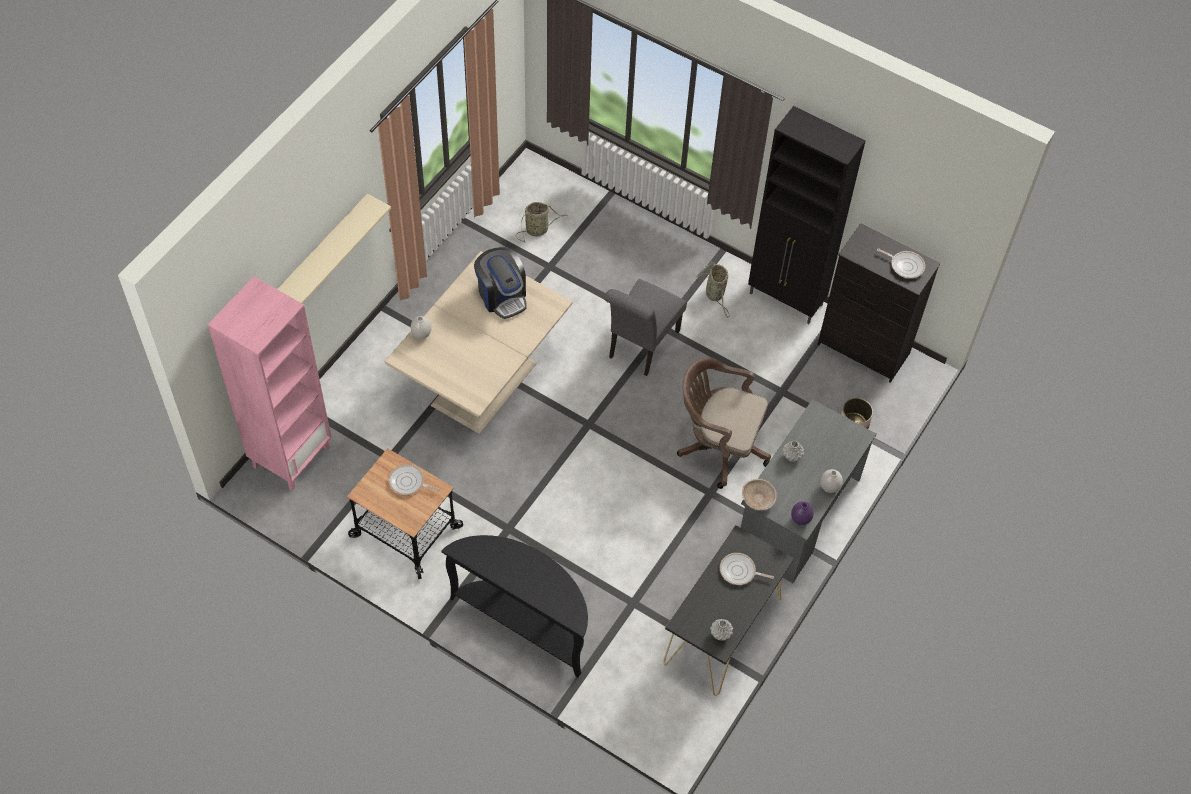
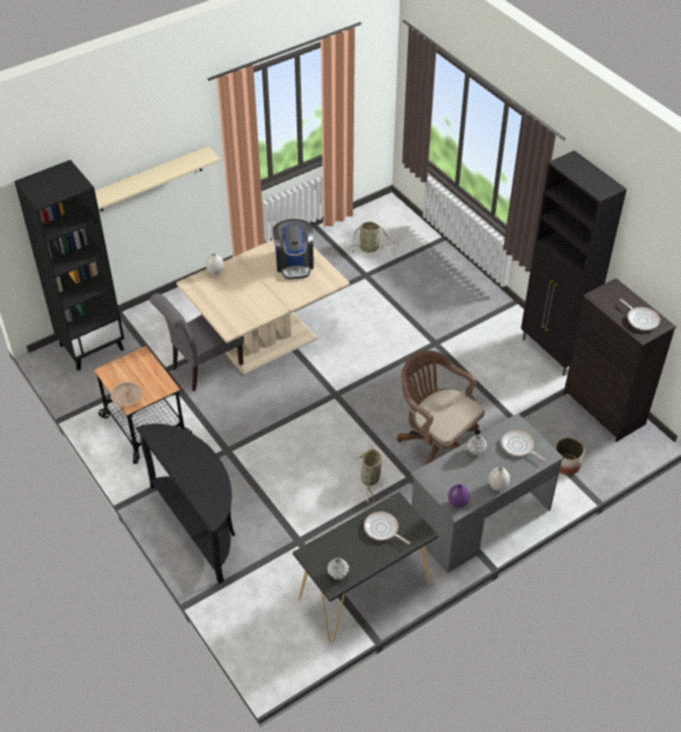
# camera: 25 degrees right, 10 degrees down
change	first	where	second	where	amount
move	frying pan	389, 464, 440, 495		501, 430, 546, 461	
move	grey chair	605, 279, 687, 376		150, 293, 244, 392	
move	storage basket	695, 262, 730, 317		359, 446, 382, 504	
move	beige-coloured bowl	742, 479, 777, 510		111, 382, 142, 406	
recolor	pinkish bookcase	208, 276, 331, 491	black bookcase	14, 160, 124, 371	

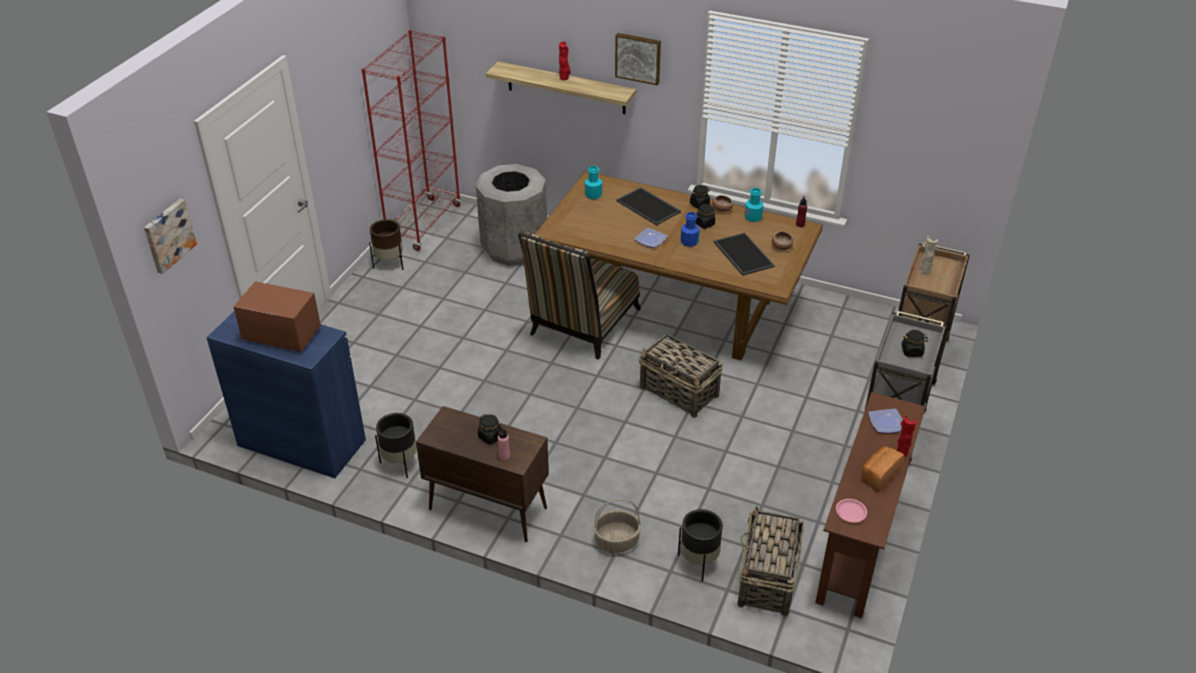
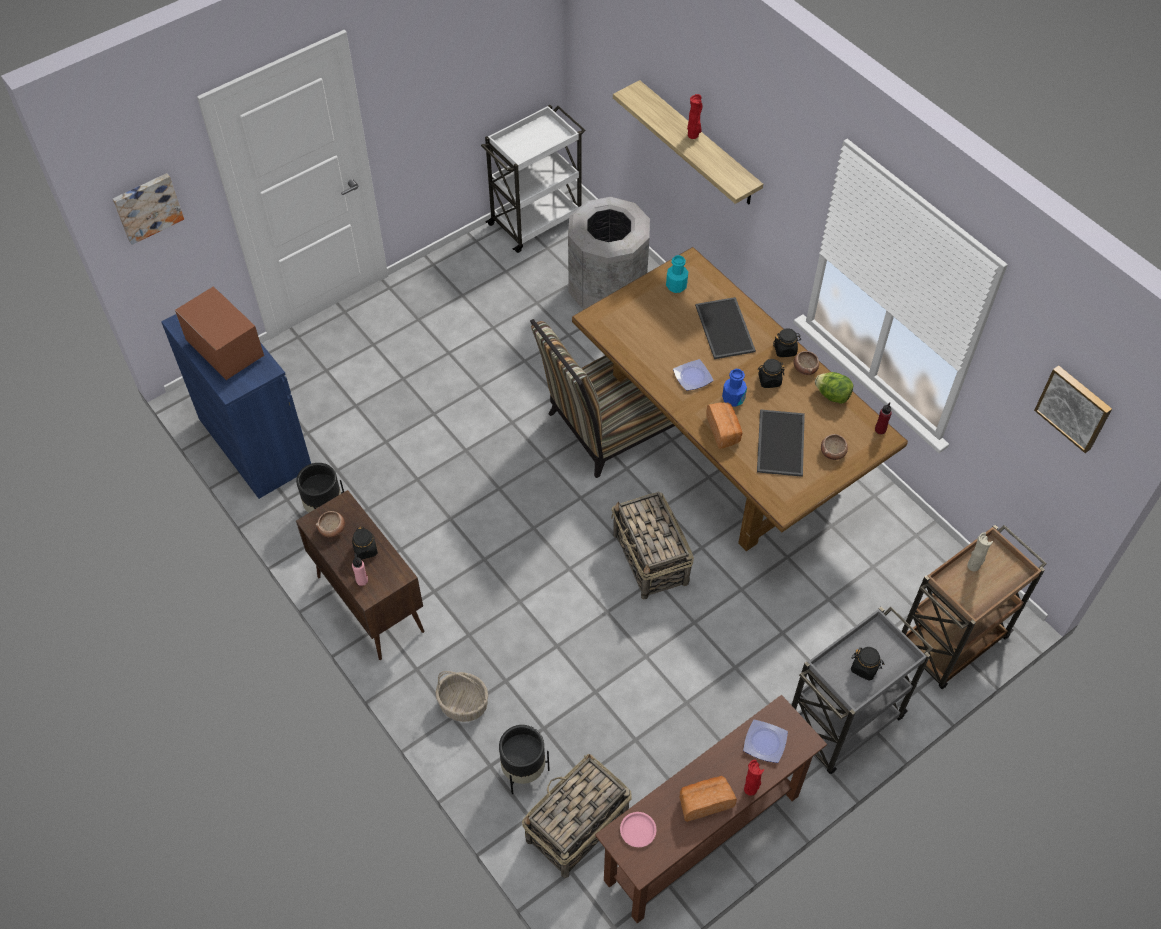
# camera: 30 degrees right, 15 degrees up
change	first	where	second	where	amount
delete	brownish plant pot	369, 219, 403, 270			
insert			bowl	316, 511, 345, 538	
insert			baked bread	706, 402, 742, 449	
move	wall picture	615, 33, 661, 85		1034, 365, 1112, 453	
replace	red bookcase	361, 30, 461, 251	white-coloured wheeled cart	481, 105, 586, 253	
replace	turquoise drink bottle	745, 188, 764, 222	head of lettuce	815, 372, 854, 404	

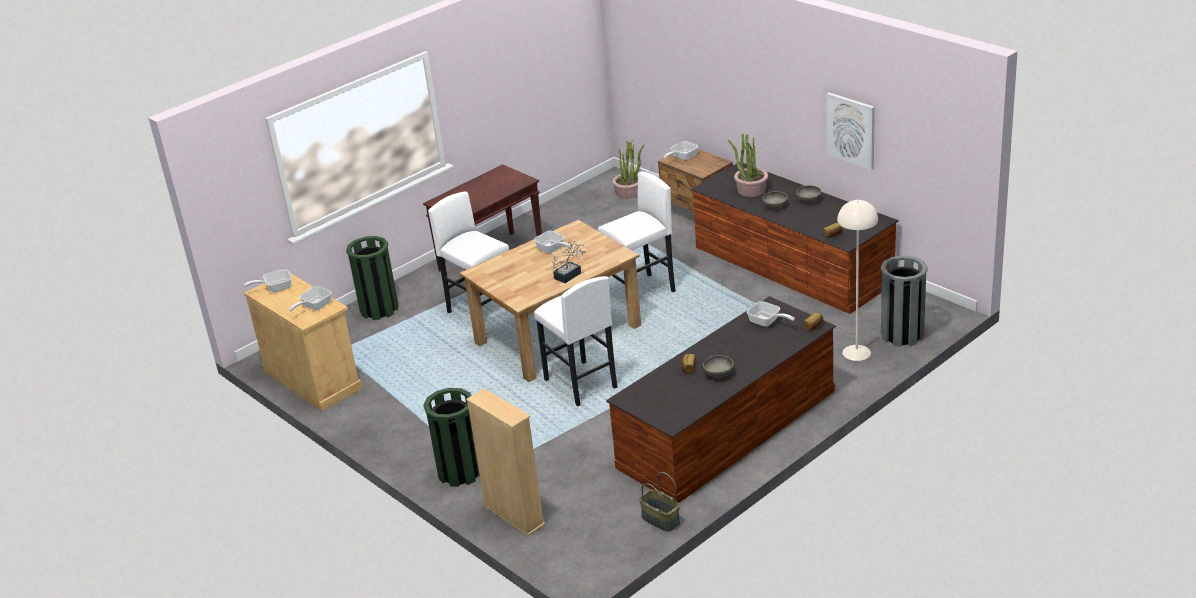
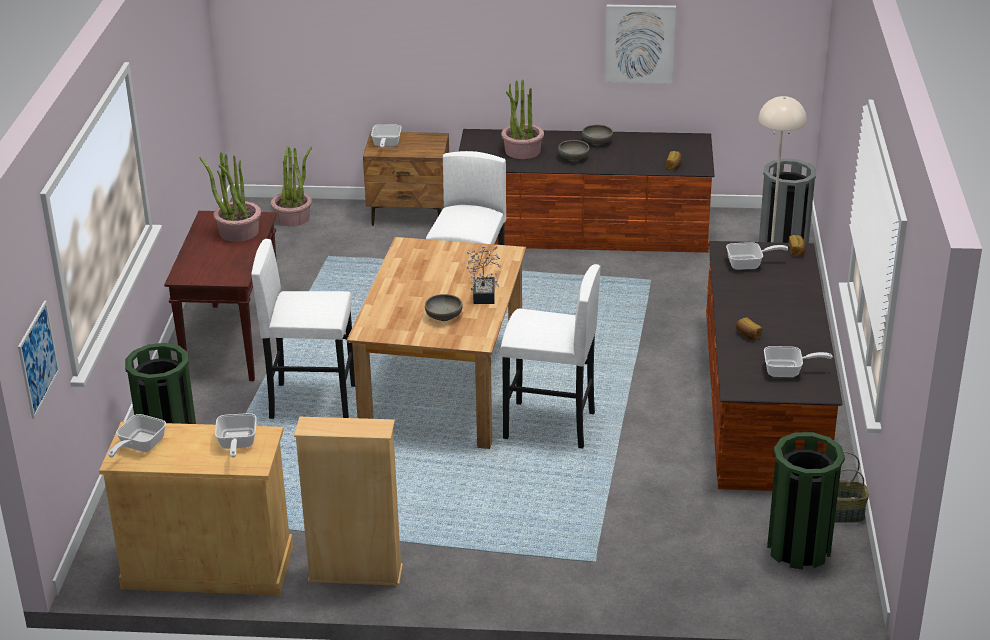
# camera: 45 degrees left, 0 degrees up
change	first	where	second	where	amount
insert			wall picture	18, 301, 59, 419	
insert			potted plant	200, 152, 261, 242	
move	green-coloured rubbish bin	423, 388, 480, 487		767, 432, 845, 569	
move	beige-coloured bookcase	466, 388, 546, 536		294, 417, 403, 586	
move	frying pan	534, 231, 572, 253		764, 346, 833, 377	
move	grey bowl	703, 355, 734, 378		425, 294, 462, 321	

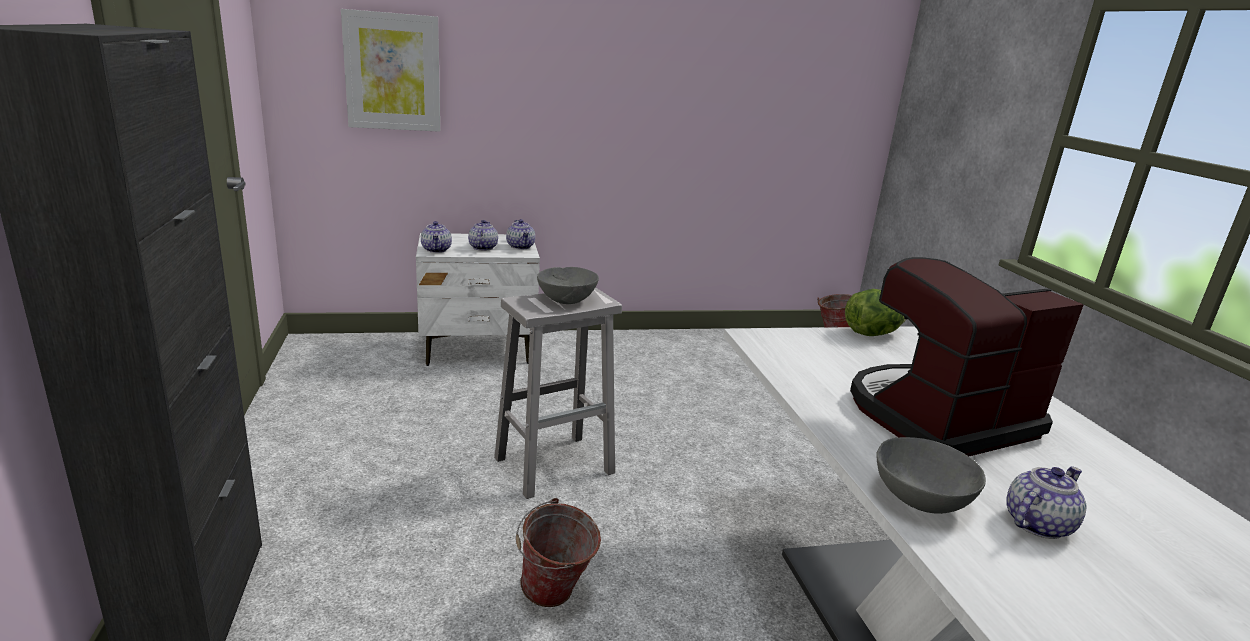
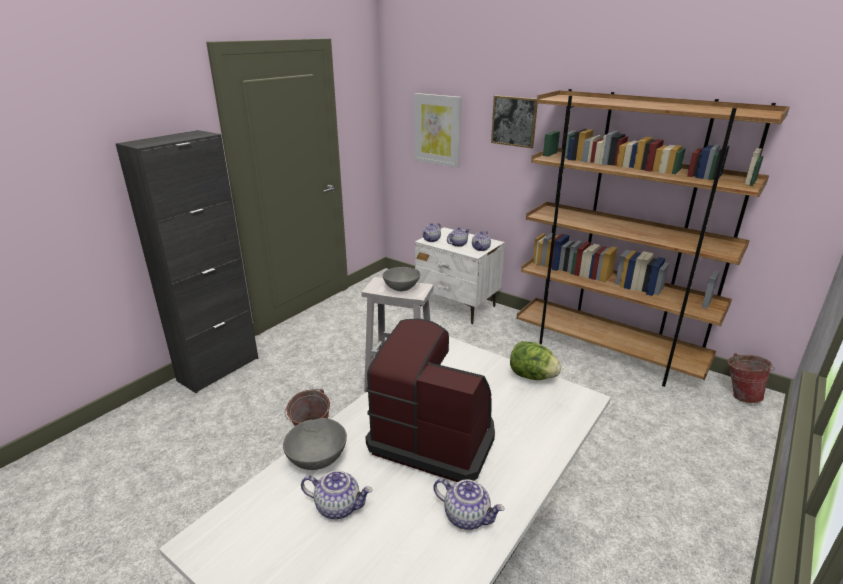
# camera: 50 degrees right, 5 degrees up
change	first	where	second	where	amount
insert			pot for tea	433, 478, 505, 530	
insert			wall picture	491, 95, 538, 148	
insert			brownish bookcase	517, 89, 790, 387	

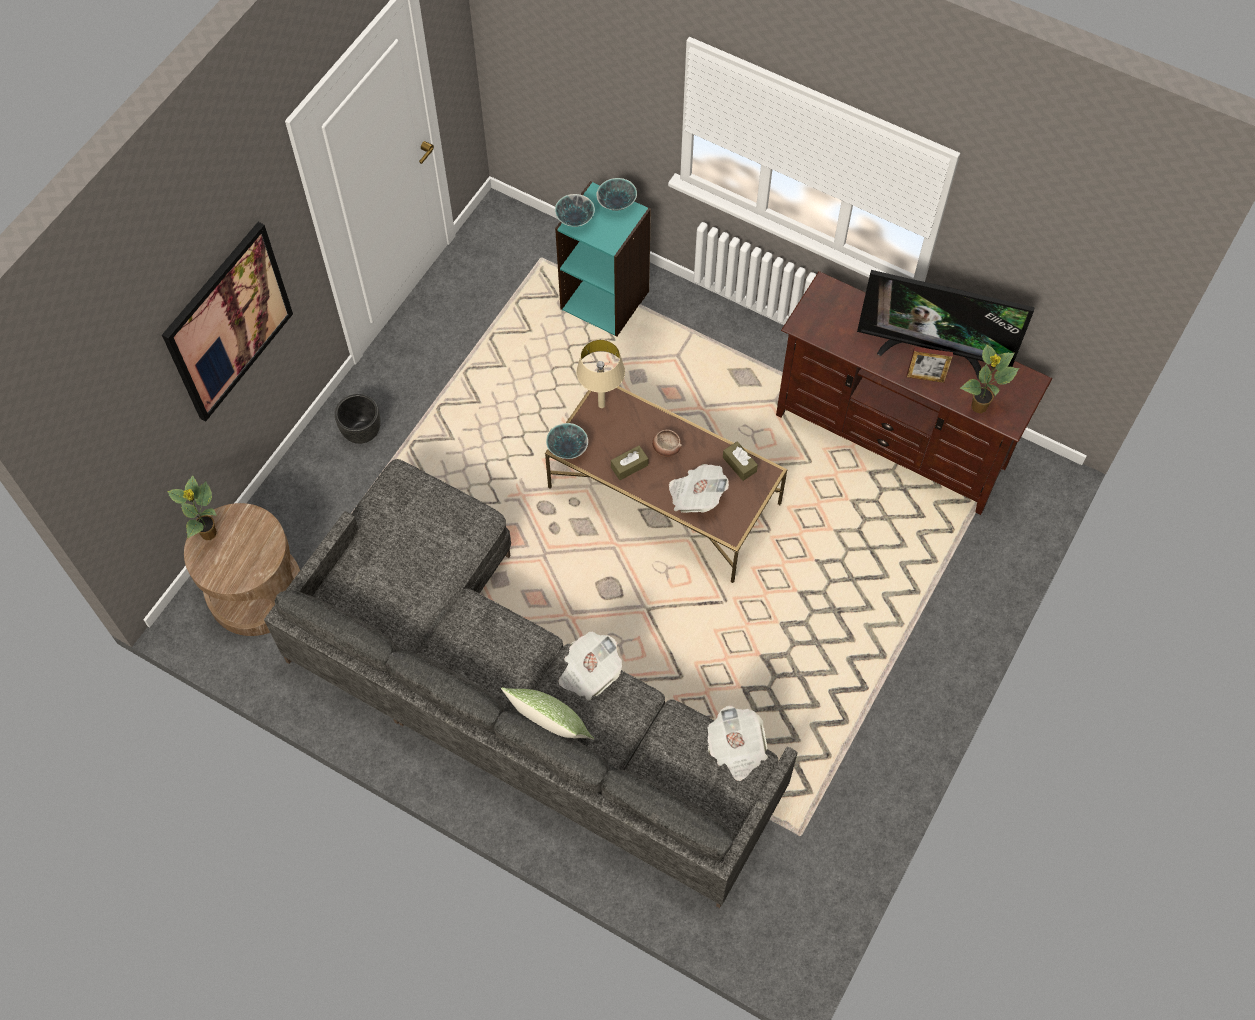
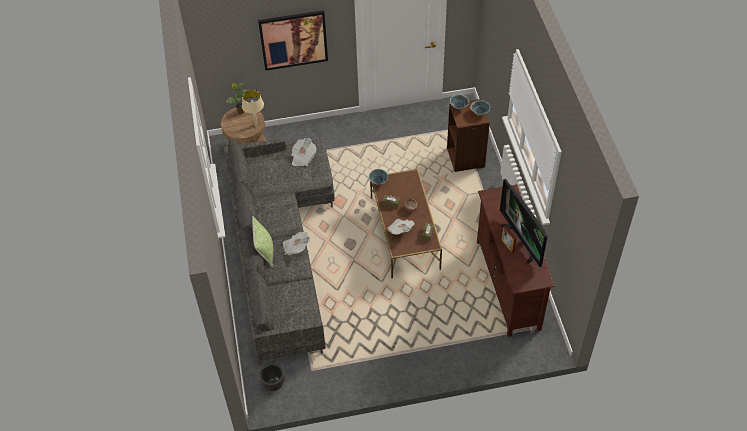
# camera: 50 degrees right, 10 degrees down
change	first	where	second	where	amount
delete	potted plant	960, 345, 1019, 413			
move	black plant pot	335, 394, 380, 444		260, 364, 284, 391	
move	beige-coloured tabletop lamp	576, 339, 625, 408		242, 90, 264, 126	
move	newspaper	707, 705, 768, 781		291, 138, 316, 166	
recolor	turquoise bookcase	555, 181, 651, 336	brownish bookcase	447, 99, 490, 172	

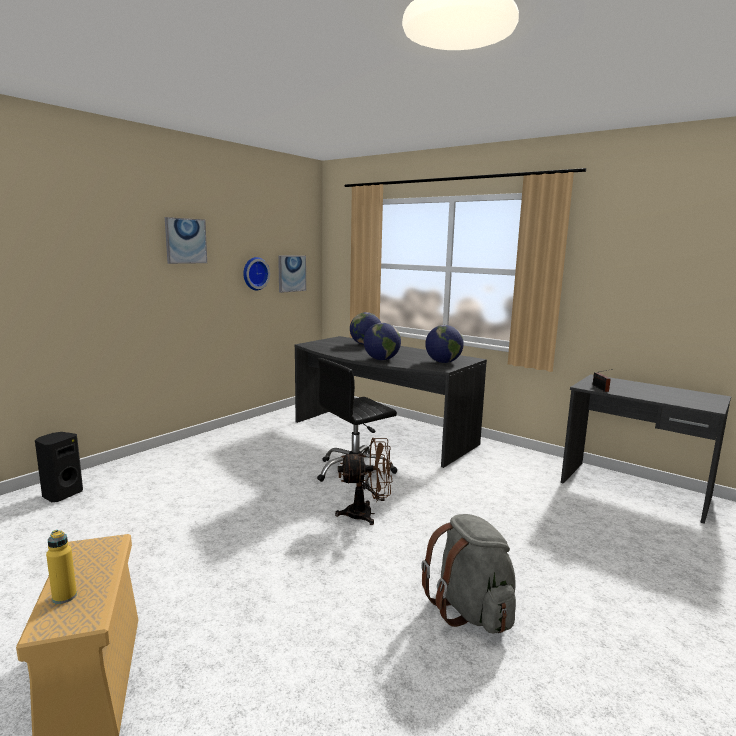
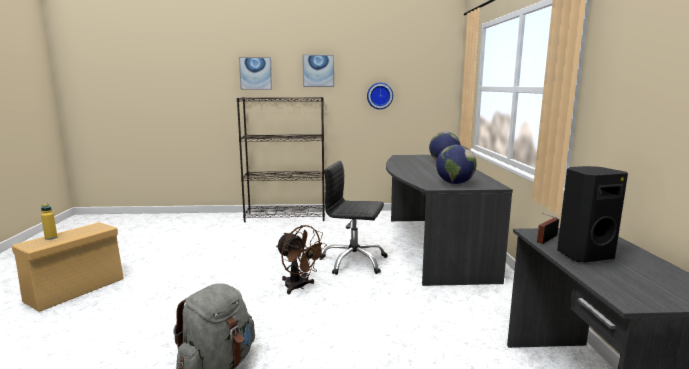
# camera: 50 degrees right, 0 degrees up
change	first	where	second	where	amount
delete	world globe	364, 323, 401, 360			
insert			black bookcase	237, 97, 325, 222	
move	black speaker	35, 432, 83, 502		557, 166, 628, 263	
move	wall picture	278, 256, 306, 293		239, 57, 272, 90	

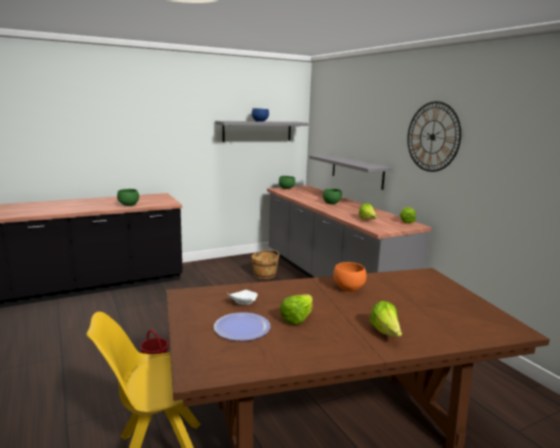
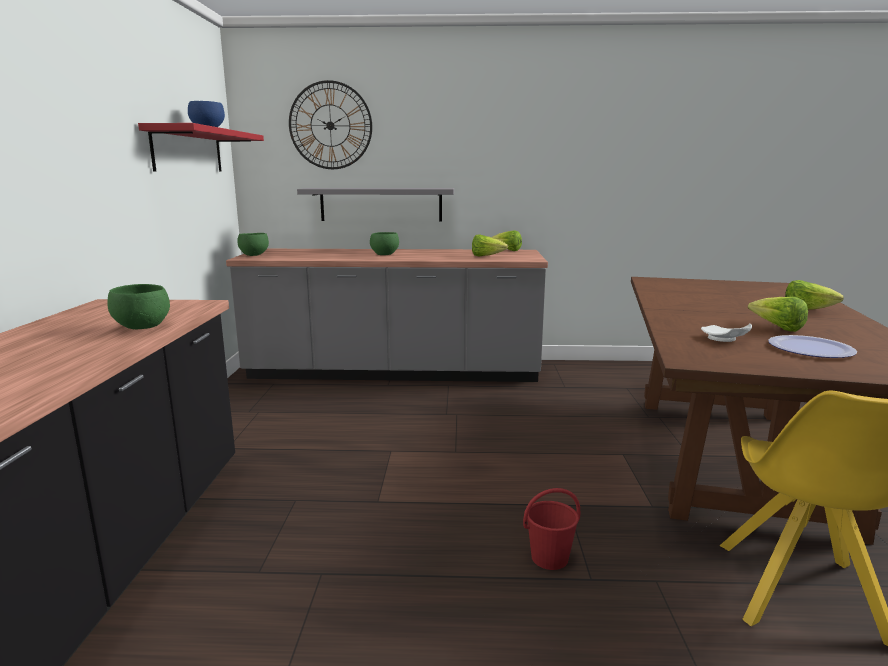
# camera: 60 degrees left, 0 degrees up
change	first	where	second	where	amount
delete	brownish water bucket	252, 250, 280, 279			
delete	orange-coloured bowl	334, 262, 366, 292			
move	wall clock	407, 101, 461, 172		289, 80, 372, 169	
recolor	grey bracket shelf	215, 121, 309, 142	red bracket shelf	138, 123, 264, 171	

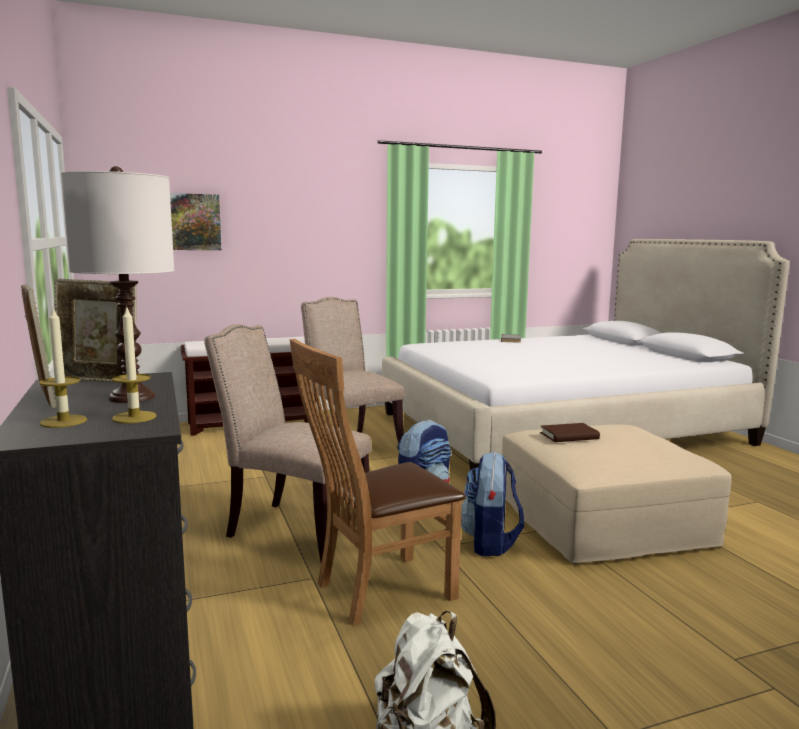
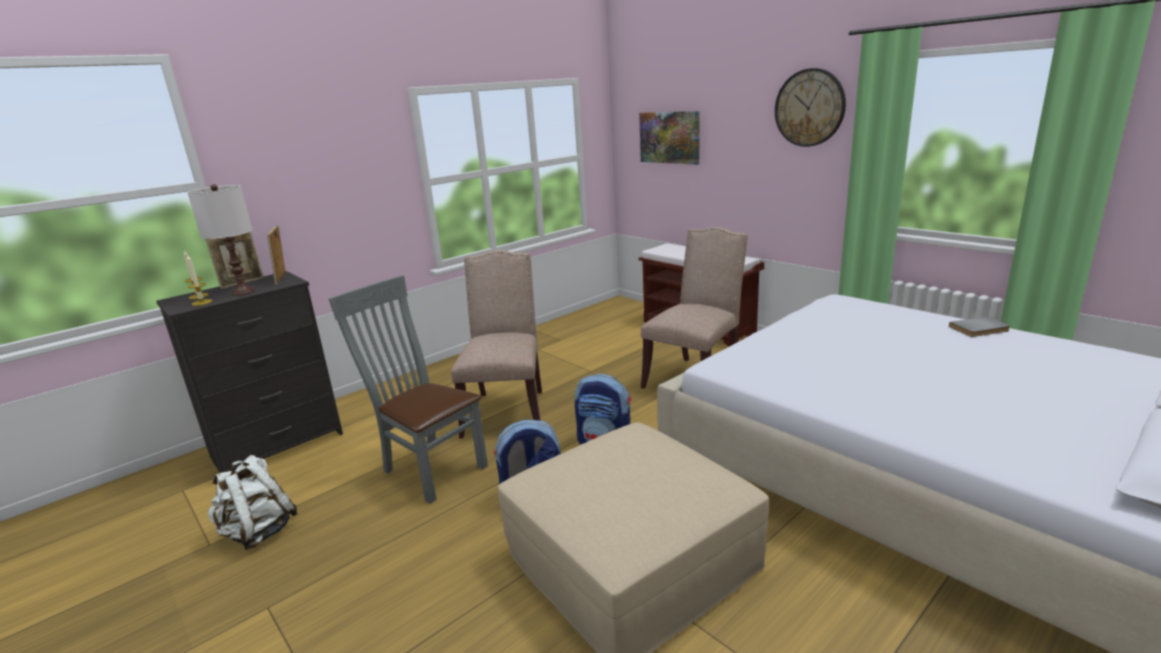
# camera: 70 degrees right, 10 degrees up
change	first	where	second	where	amount
delete	brownish book	540, 423, 600, 442			
insert			wall clock	775, 68, 846, 147	
recolor	brownish chair	290, 339, 466, 626	grey chair	328, 275, 488, 504	

